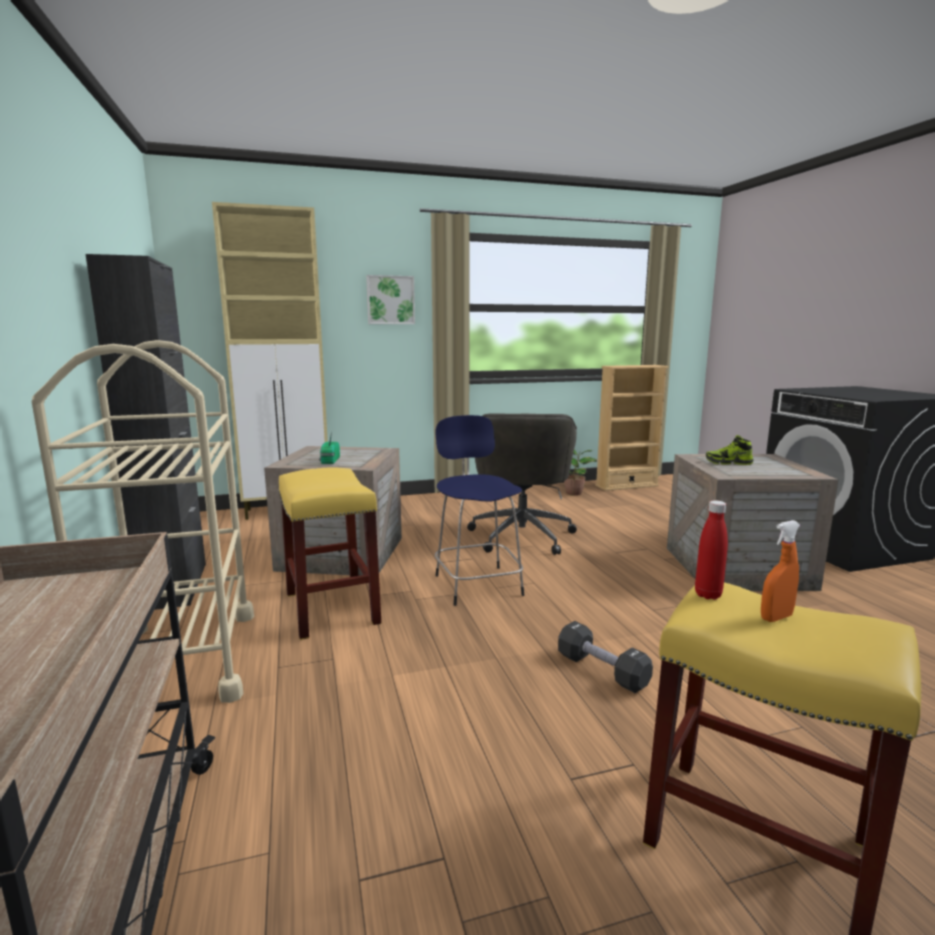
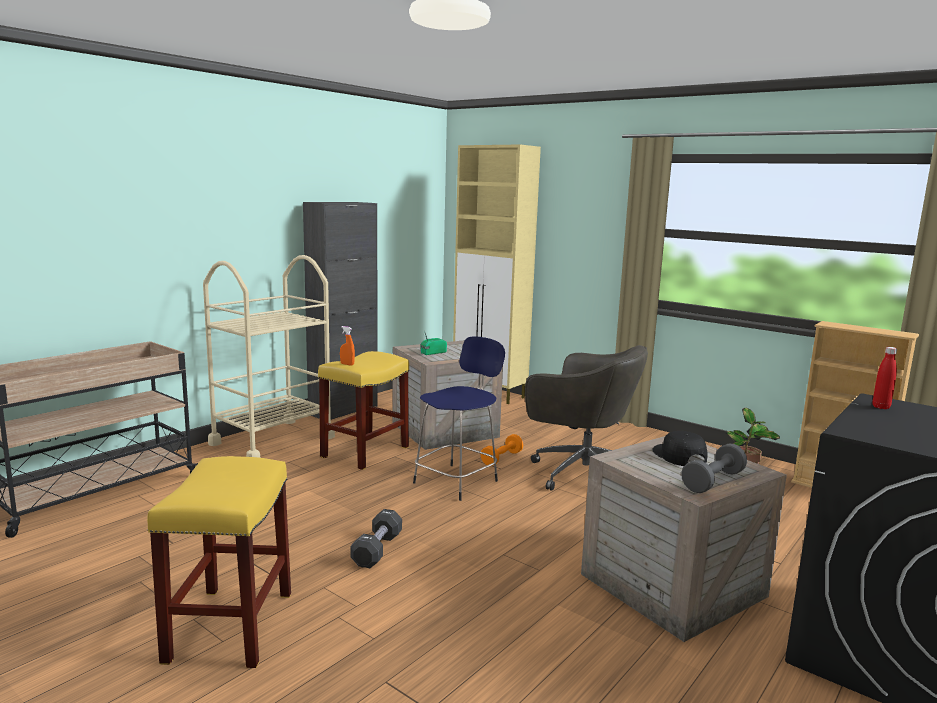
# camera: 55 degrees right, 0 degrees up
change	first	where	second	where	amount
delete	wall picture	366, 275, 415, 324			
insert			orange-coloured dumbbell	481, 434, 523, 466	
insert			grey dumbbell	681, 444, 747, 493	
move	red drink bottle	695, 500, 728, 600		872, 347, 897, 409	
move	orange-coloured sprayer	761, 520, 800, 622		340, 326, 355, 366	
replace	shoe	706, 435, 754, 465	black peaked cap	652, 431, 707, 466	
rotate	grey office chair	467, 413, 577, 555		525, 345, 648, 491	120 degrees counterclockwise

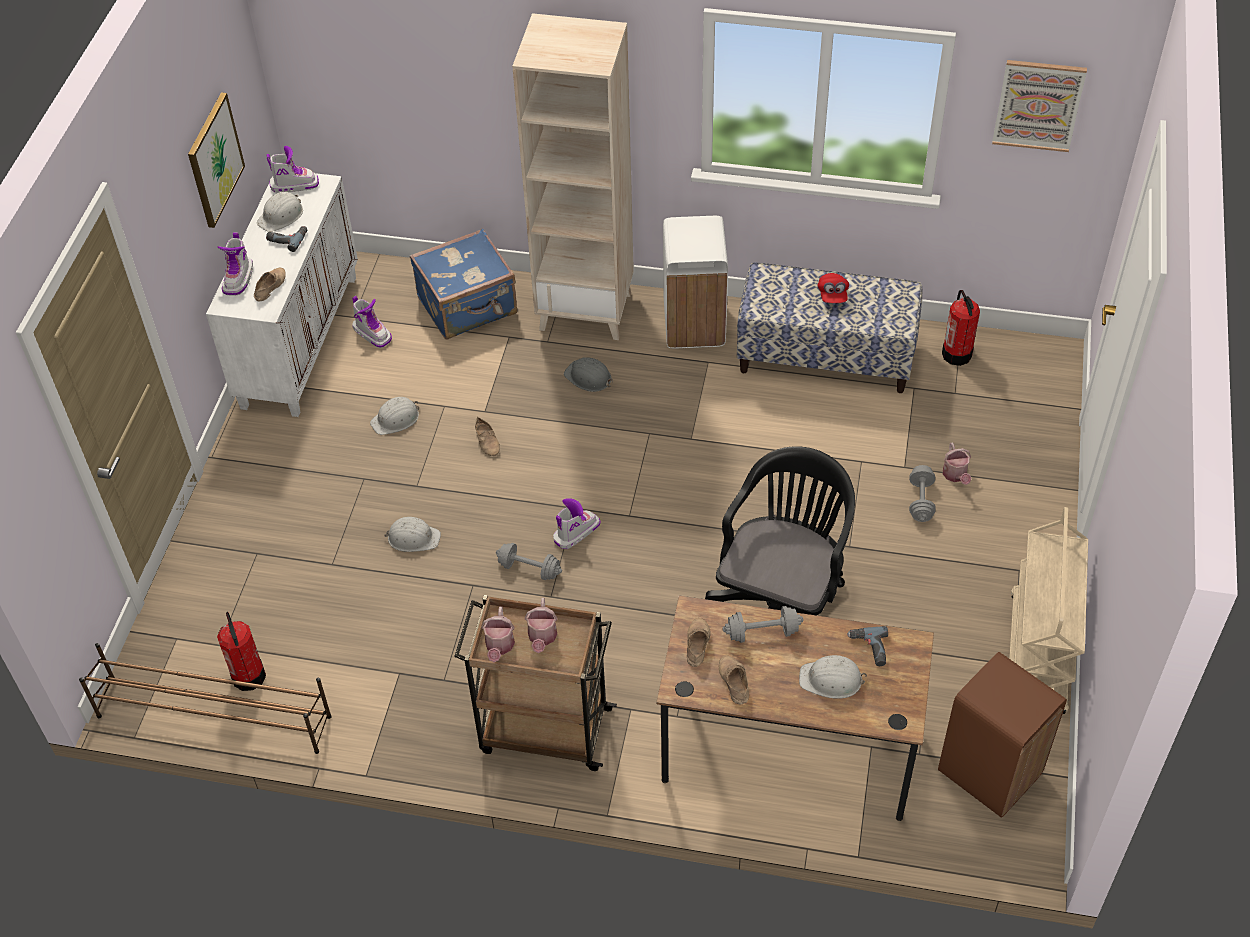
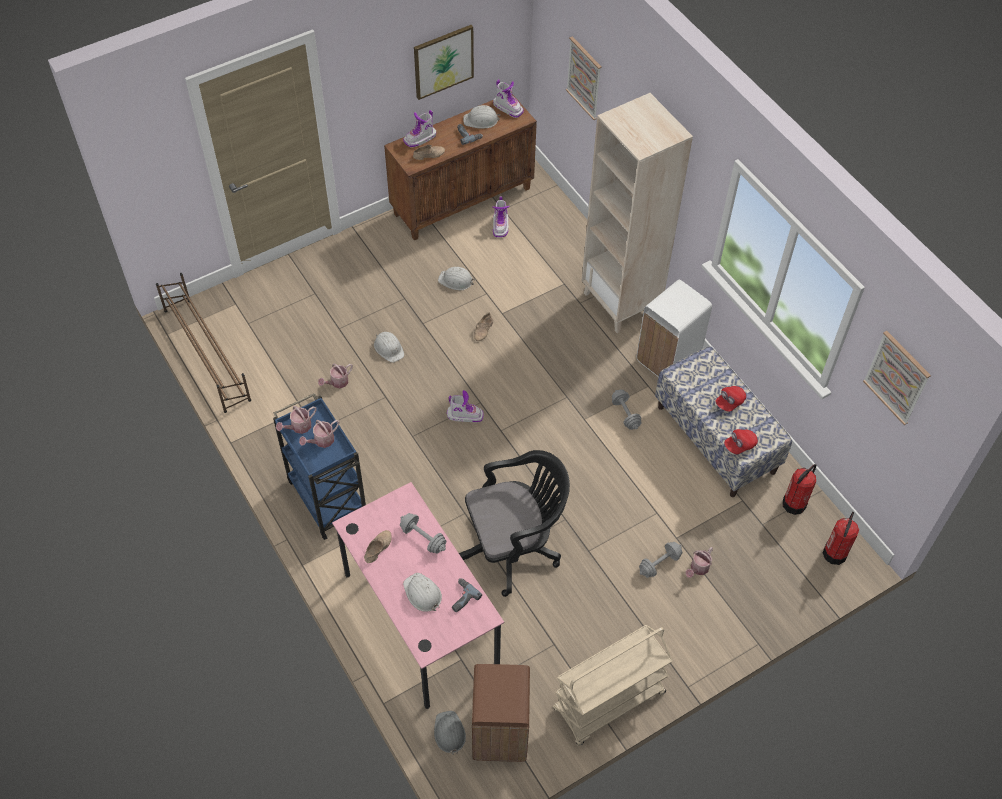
# camera: 45 degrees right, 5 degrees up
change	first	where	second	where	amount
delete	bluish piece of luggage	410, 228, 517, 340			
delete	beige-coloured shoe	687, 618, 711, 667			
insert			watering can	318, 363, 353, 388	
insert			wall picture	566, 36, 602, 120	
insert			red peaked cap	724, 429, 758, 454	
move	fire-fighting cylinder	217, 612, 266, 691		823, 512, 859, 565	
move	grey dumbbell	496, 543, 562, 580		612, 389, 641, 430	
move	grey work helmet	564, 357, 613, 392		434, 711, 466, 755	
recolor	white-coloured storage cabinet	206, 173, 358, 417	brownish storage cabinet	384, 95, 537, 240	
recolor	brownish wheeled cart	454, 595, 617, 771	bluish wheeled cart	273, 393, 366, 540	
recolor	brownish desk	656, 595, 934, 821	pinkish desk	332, 482, 504, 709	

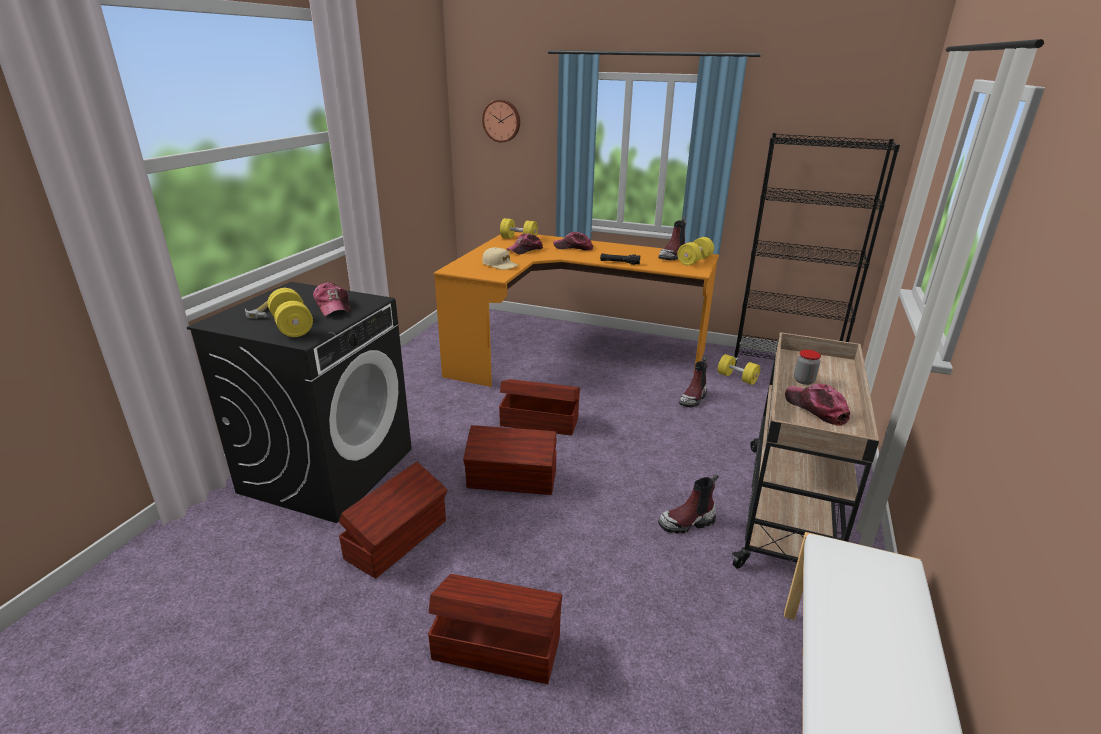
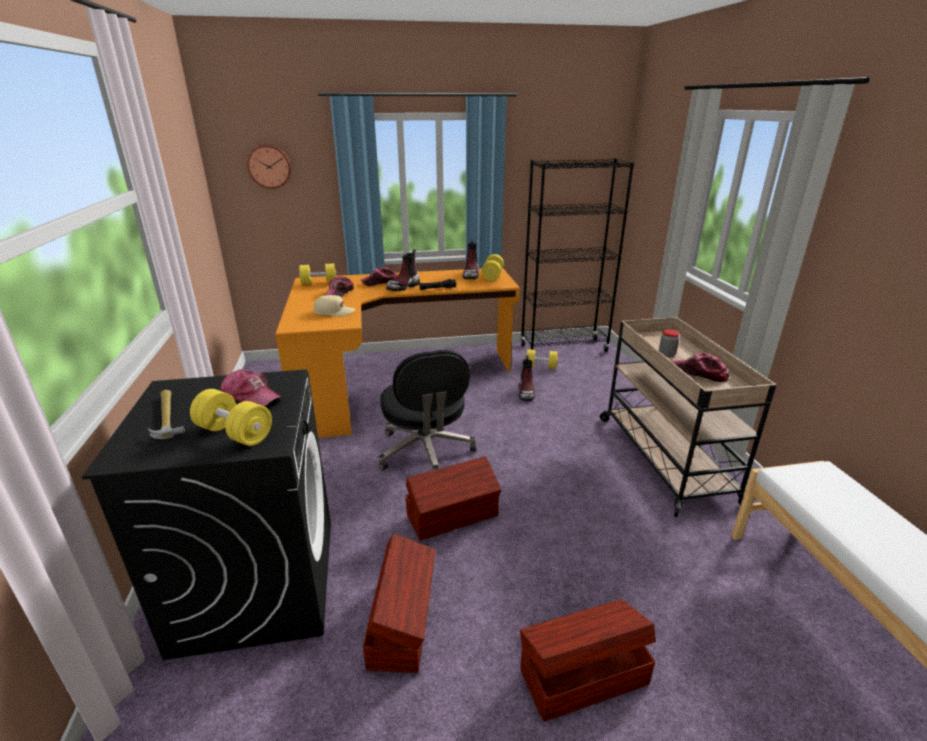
# camera: 30 degrees left, 0 degrees up
change	first	where	second	where	amount
move	boot	658, 474, 719, 534		386, 249, 420, 291	
replace	brownish storage container	499, 379, 580, 436	black office chair	378, 350, 476, 471	

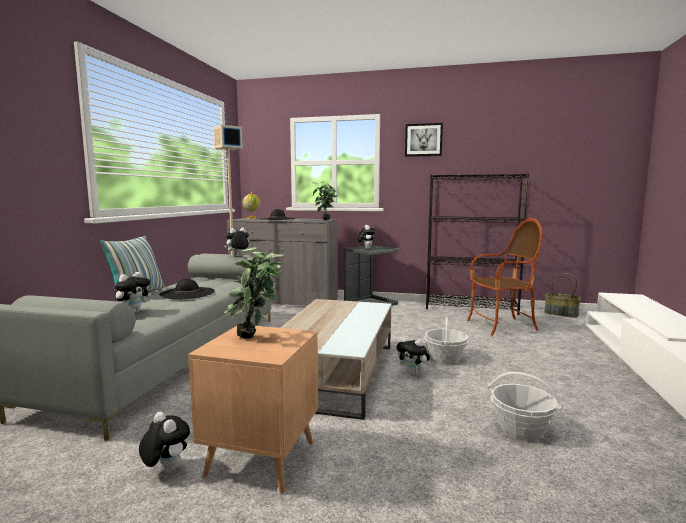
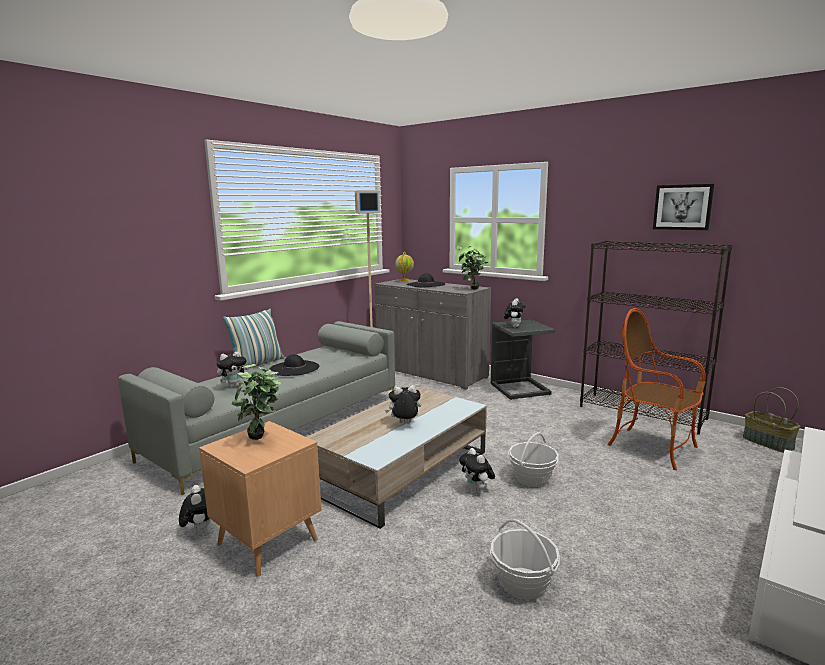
# camera: 25 degrees right, 5 degrees up
change	first	where	second	where	amount
move	cuddly toy	224, 227, 249, 256		385, 385, 421, 424	
move	wall picture	405, 123, 443, 157		653, 184, 714, 230	
rotate	lounge chair	467, 218, 542, 336		607, 308, 706, 470	150 degrees counterclockwise

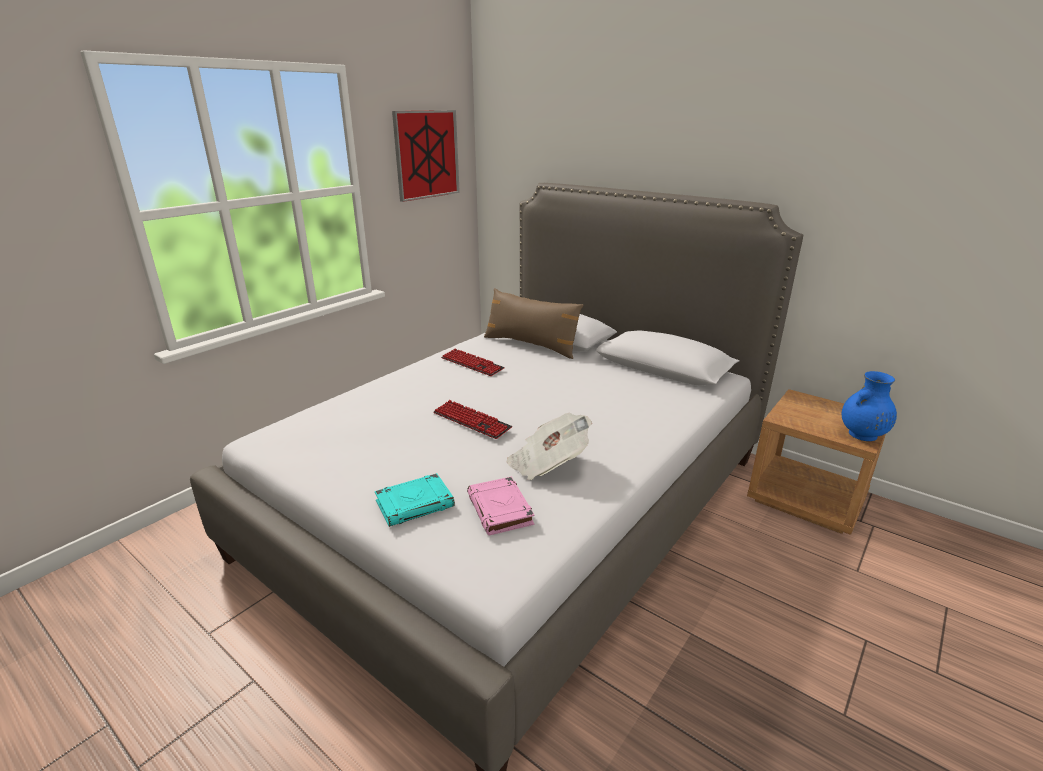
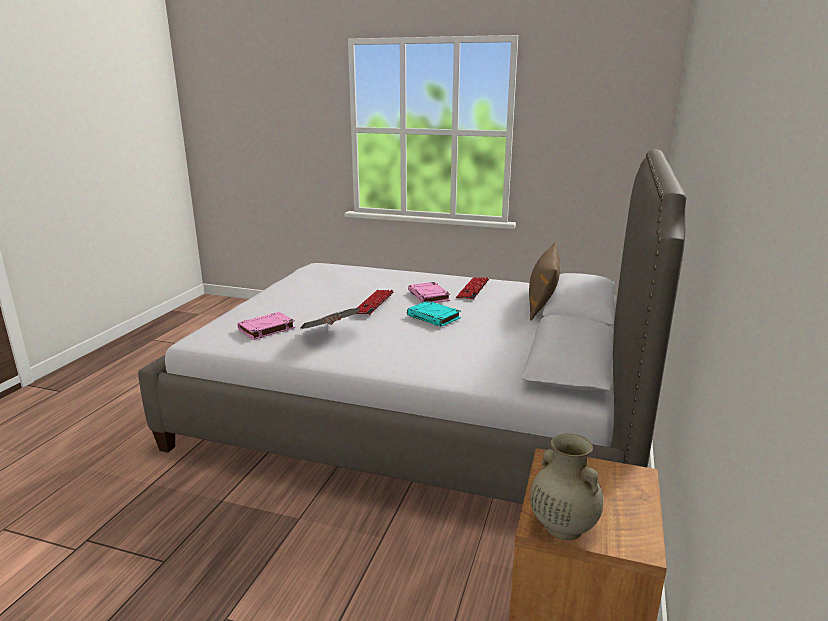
# camera: 70 degrees right, 5 degrees down
change	first	where	second	where	amount
delete	wall picture	392, 110, 460, 202			
insert			pinkish book	408, 282, 450, 303	
move	turquoise book	375, 473, 455, 527		407, 301, 461, 327	
recolor	bluish decorative vase	842, 371, 897, 441	beige-coloured decorative vase	530, 434, 604, 540	

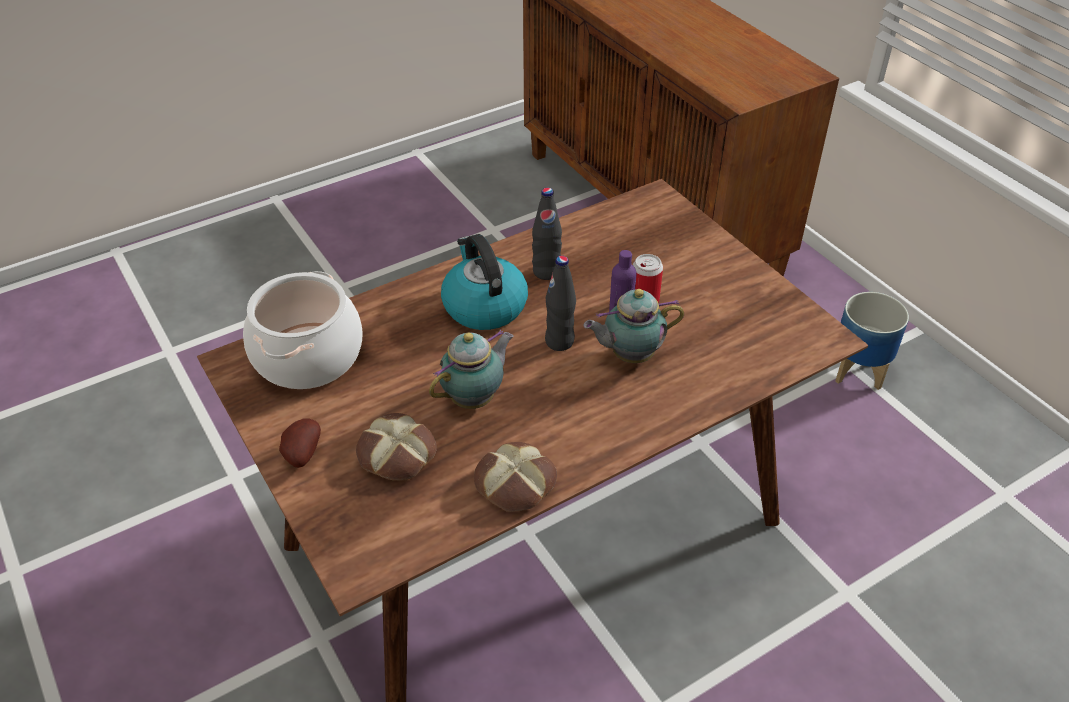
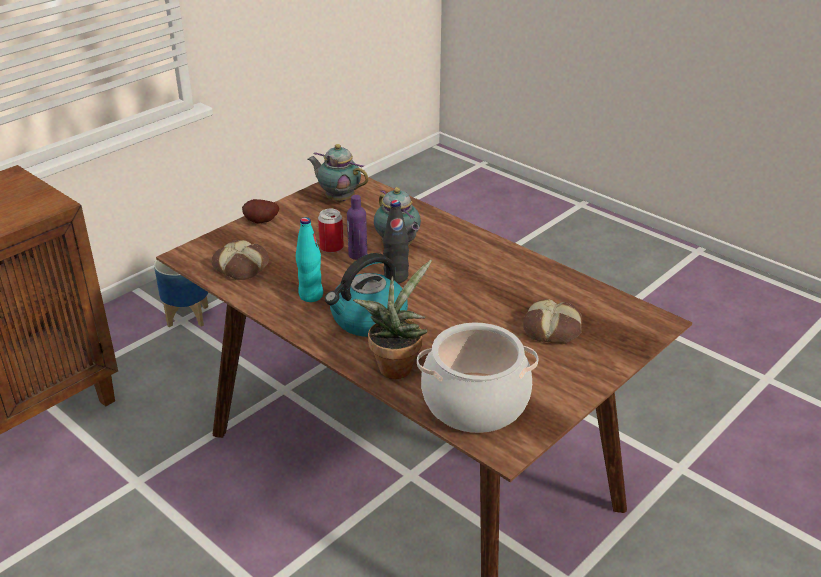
# camera: 105 degrees left, 10 degrees down
change	first	where	second	where	amount
insert			potted plant	353, 260, 432, 379	
move	potato	279, 419, 321, 468		242, 199, 279, 224	
move	pot for tea	429, 330, 514, 409		308, 144, 369, 201	
move	baked bread	474, 442, 557, 512		211, 240, 269, 280	
recolor	black drink bottle	532, 188, 562, 280	turquoise drink bottle	296, 217, 323, 302	

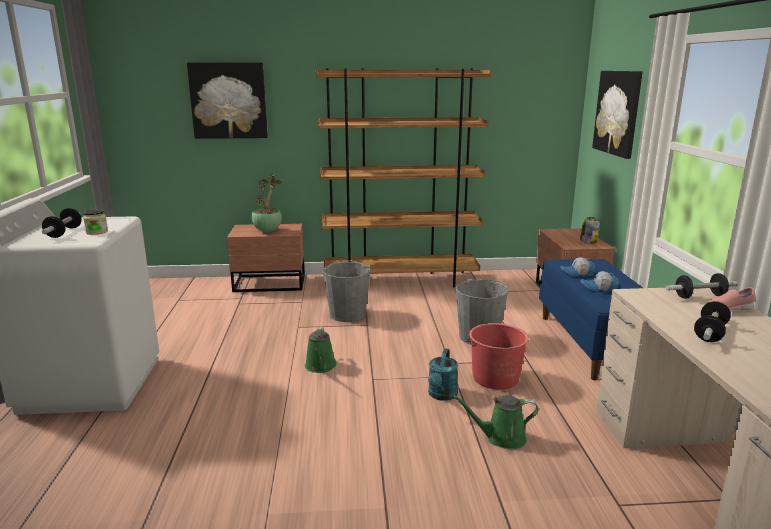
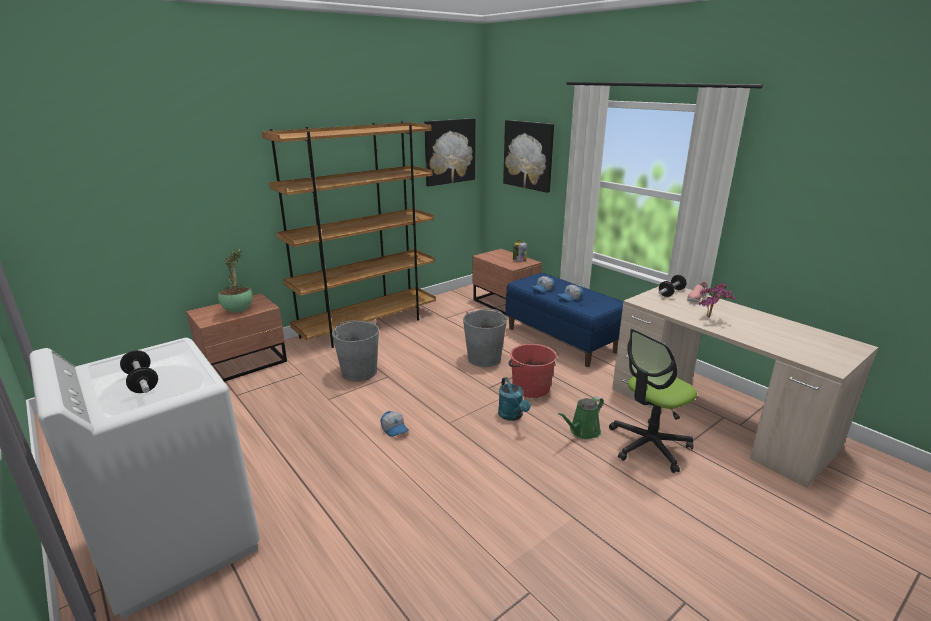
# camera: 35 degrees left, 5 degrees up
change	first	where	second	where	amount
delete	storage jar	83, 209, 108, 235			
insert			office chair	609, 329, 697, 473	
move	wall picture	187, 62, 268, 139		424, 118, 476, 186	
replace	green-coloured watering can	305, 327, 337, 373	peaked cap	380, 411, 409, 437	
replace	dumbbell	694, 301, 731, 342	potted plant	699, 283, 735, 318	

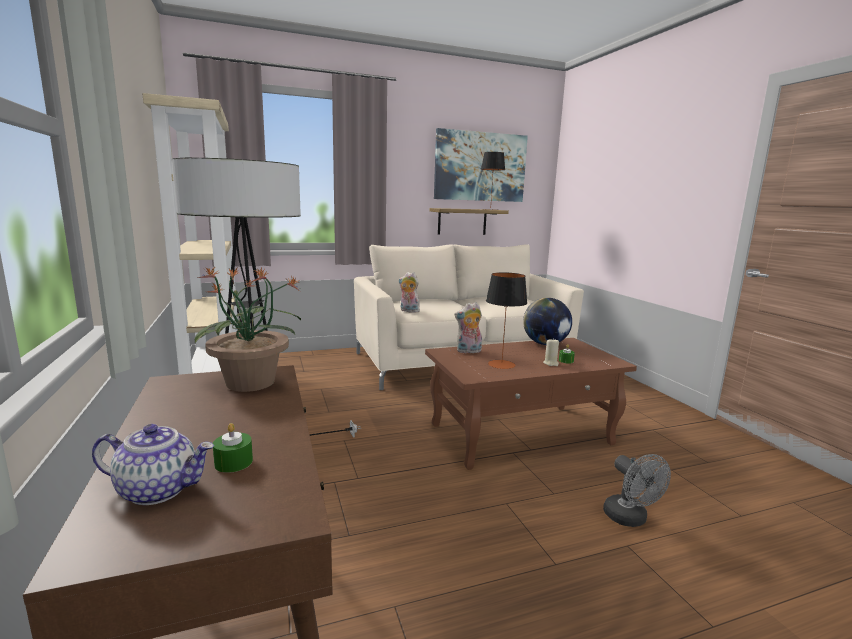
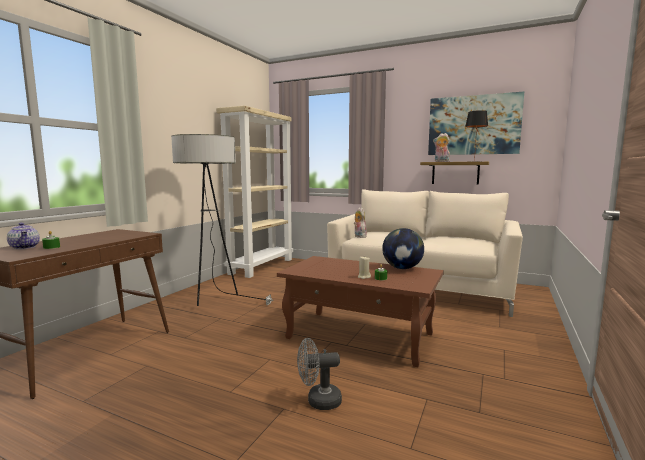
# camera: 45 degrees right, 5 degrees down
change	first	where	second	where	amount
delete	potted plant	194, 268, 301, 392			
delete	tabletop lamp	486, 272, 527, 369			
move	cuddly toy	454, 302, 482, 353		433, 133, 450, 162	
rotate	grey electric fan	603, 454, 671, 527		297, 338, 342, 410	60 degrees clockwise

